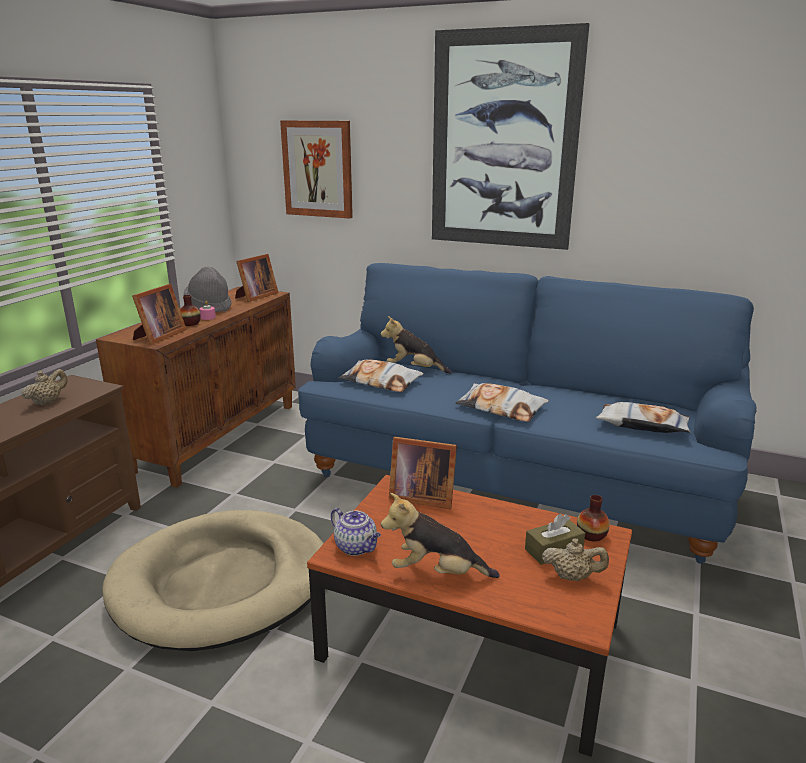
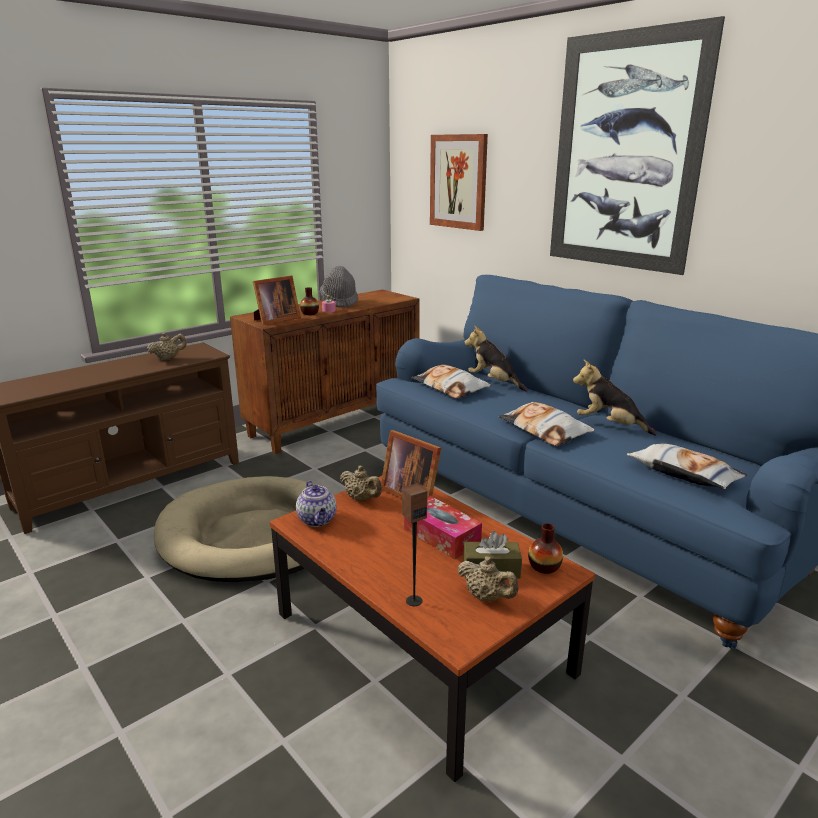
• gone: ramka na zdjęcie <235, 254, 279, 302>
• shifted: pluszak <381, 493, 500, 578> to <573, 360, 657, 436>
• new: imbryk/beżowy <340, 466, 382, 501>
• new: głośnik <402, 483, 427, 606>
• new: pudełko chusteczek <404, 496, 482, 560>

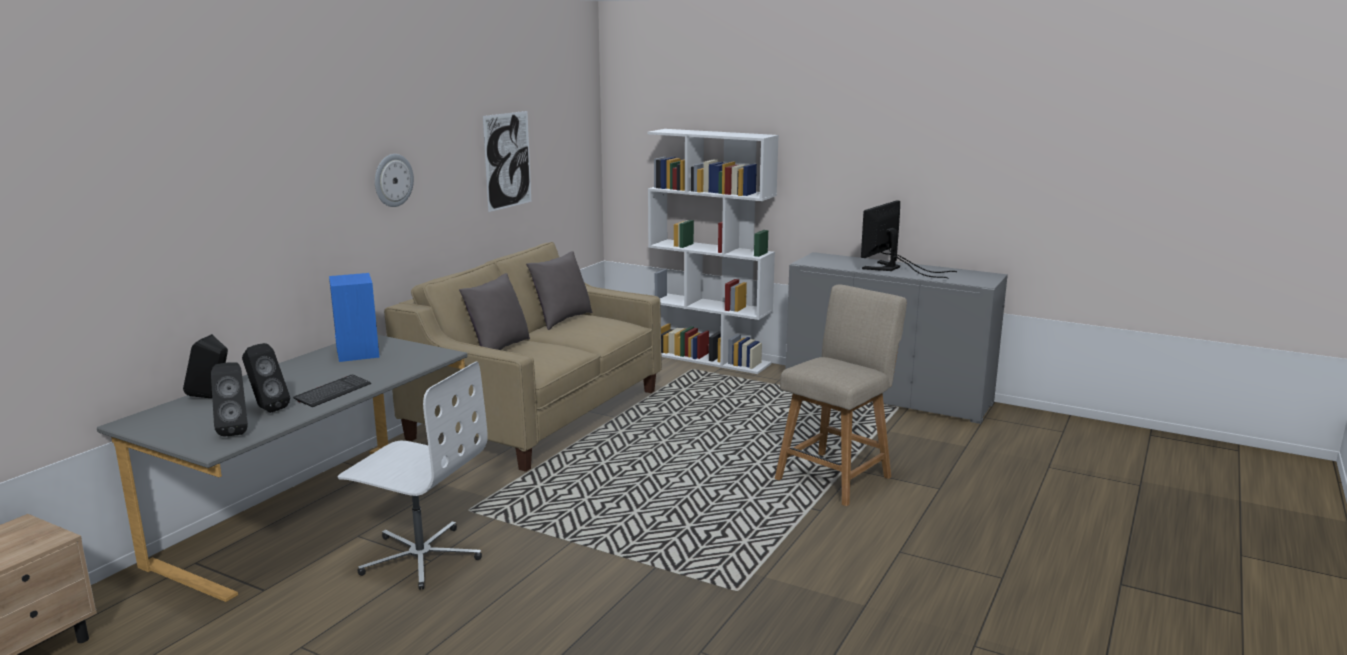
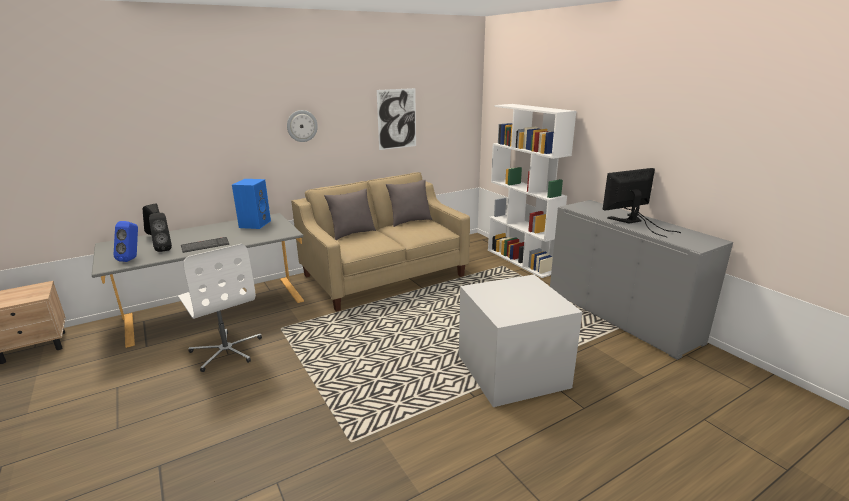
• swapped: krzesło/beżowy <775, 284, 907, 506> to pojemnik do przechowywania/szary <459, 275, 582, 407>
• repainted: głośnik/czarny <211, 362, 248, 437> to głośnik/niebieski <113, 221, 138, 262>

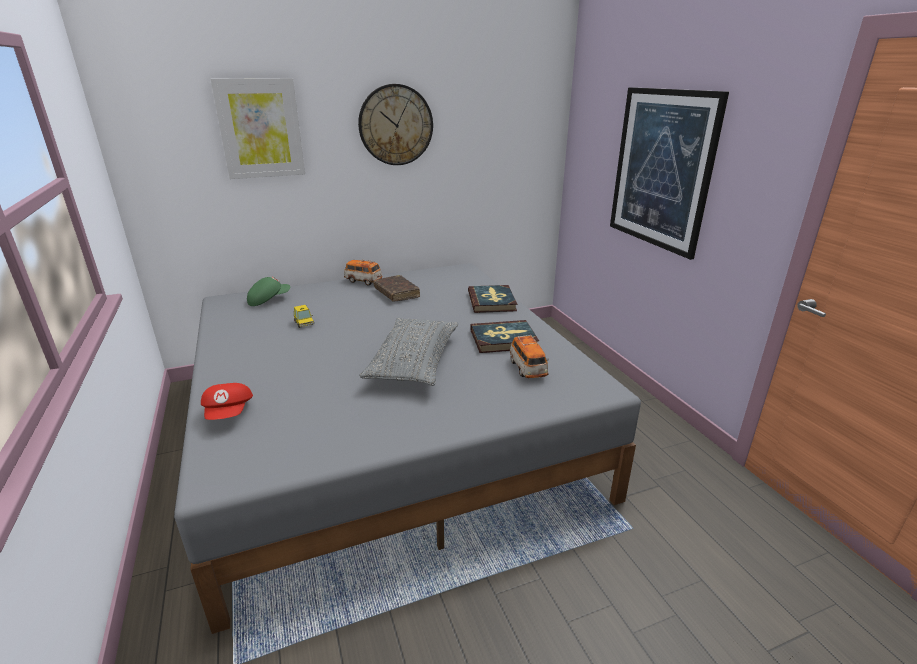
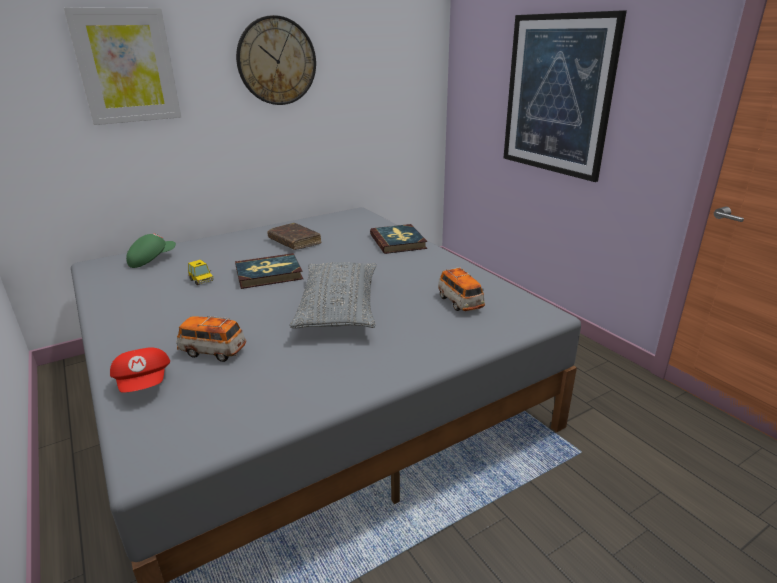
• shifted: samochodzik <344, 260, 383, 286> to <176, 316, 246, 362>
• shifted: książka <471, 320, 539, 353> to <235, 253, 303, 289>

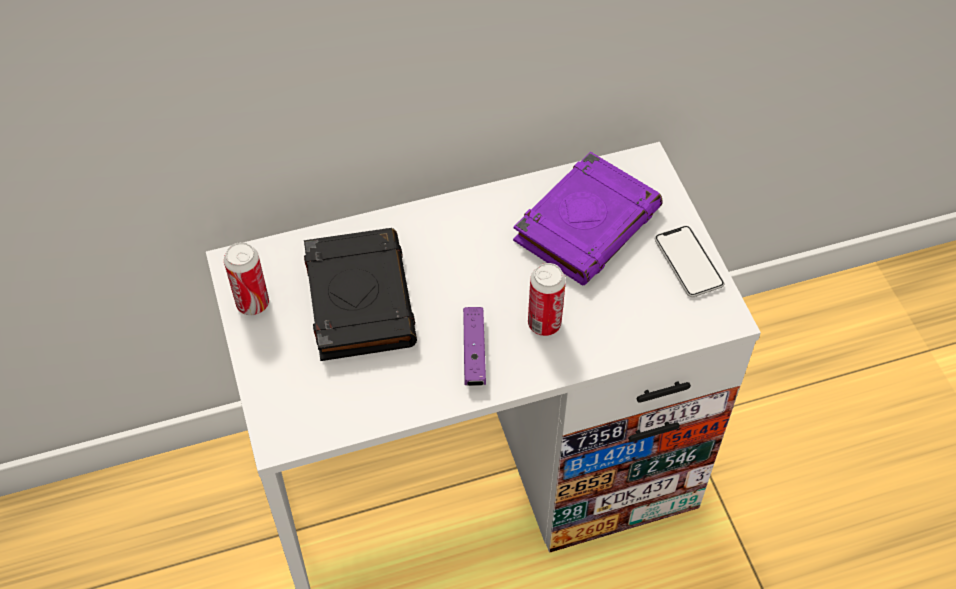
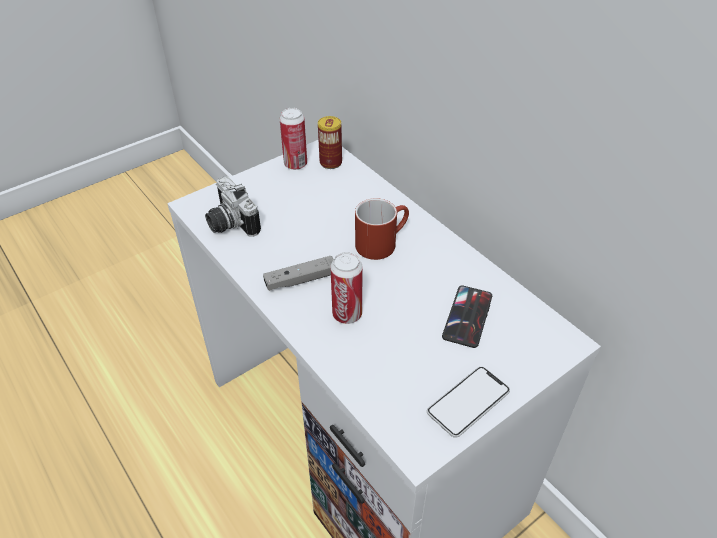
• swapped: książka/fioletowy <513, 152, 663, 285> to telefon <442, 286, 492, 348>
• gone: książka/czarny <304, 228, 417, 361>
• repainted: pad do gier/fioletowy <463, 307, 486, 386> to pad do gier/szary <263, 256, 334, 291>
• new: puszka <318, 116, 342, 169>
• new: aparat fotograficzny <205, 176, 261, 237>
• new: kubek/czerwony <355, 198, 409, 260>

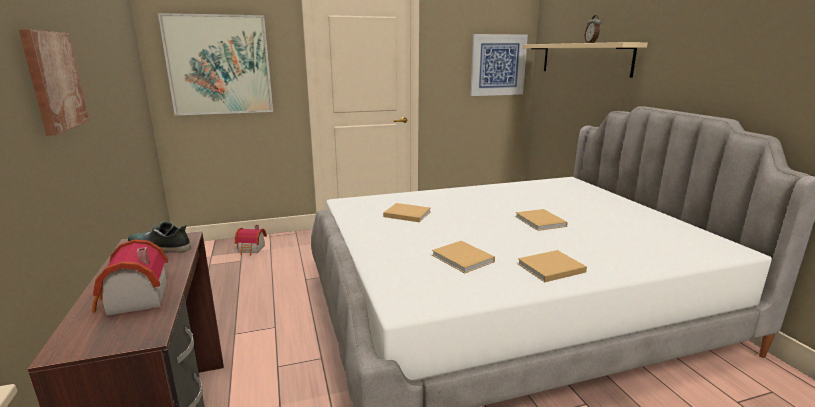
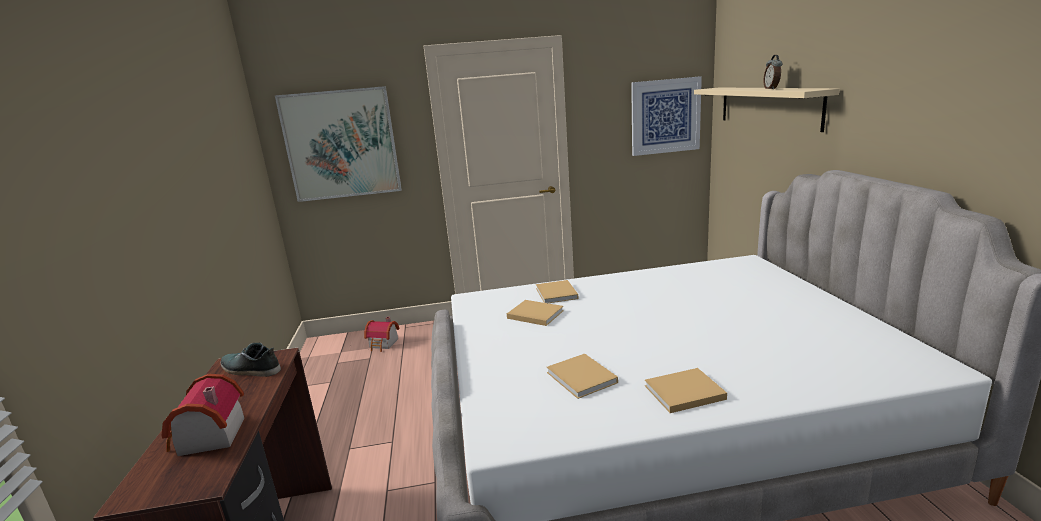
• gone: obraz <18, 29, 89, 136>
• shifted: książka/beżowy <515, 209, 568, 231> to <536, 280, 579, 303>

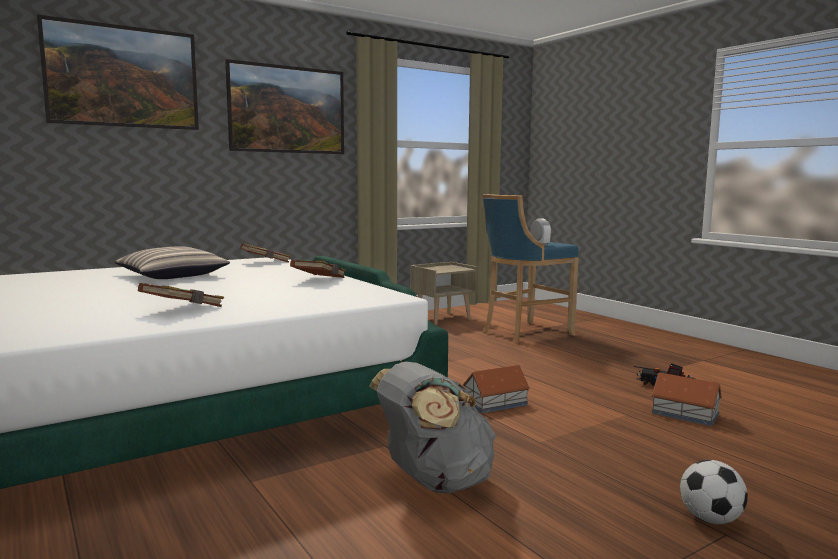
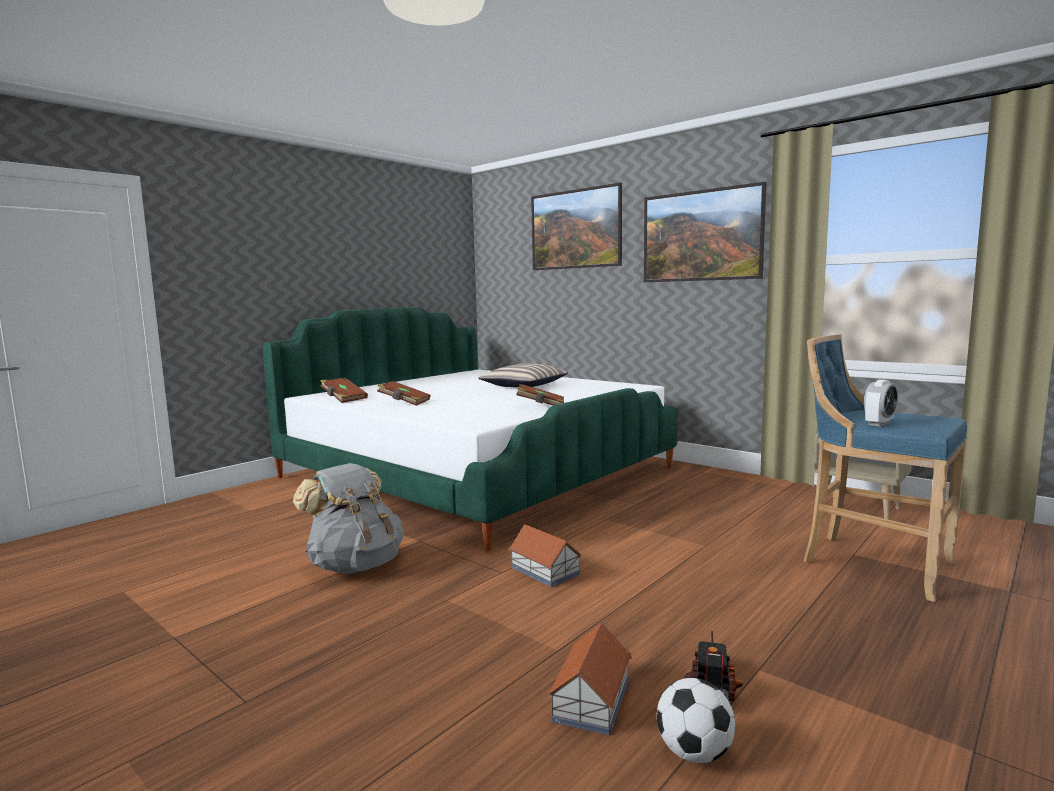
• shifted: książka/brązowy <240, 243, 291, 263> to <321, 378, 368, 403>
• shifted: piłka futbolowa <680, 460, 748, 524> to <657, 678, 735, 763>

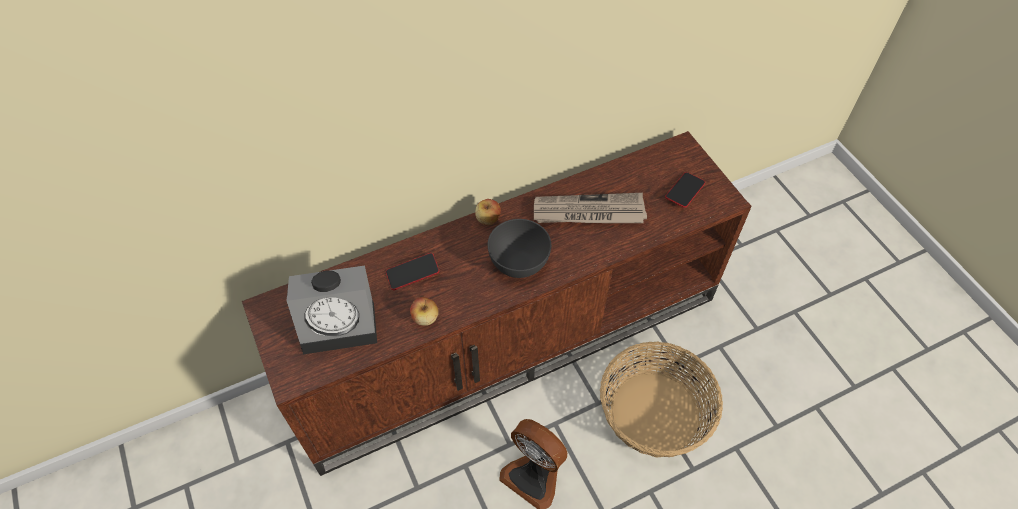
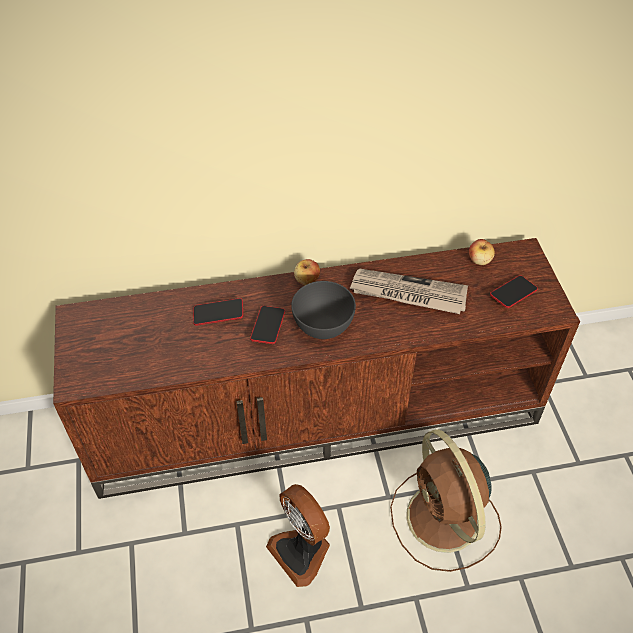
• gone: budzik <287, 266, 377, 354>
• shifted: jabłko <410, 297, 439, 326> to <469, 239, 495, 265>
• swapped: koszyk <600, 342, 723, 458> to wentylator/brązowy <390, 430, 502, 572>
• new: telefon <250, 306, 285, 344>

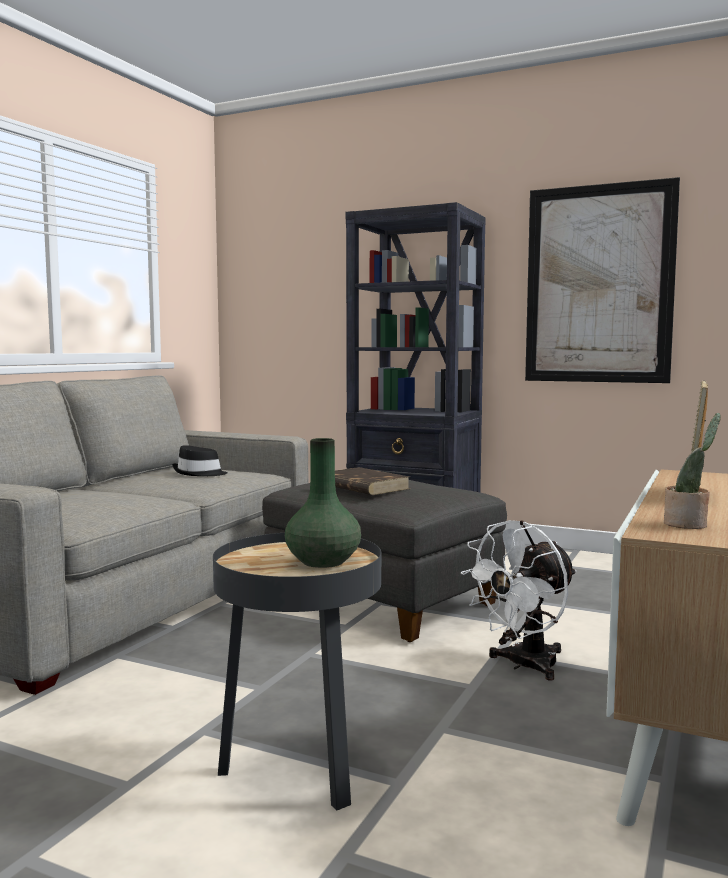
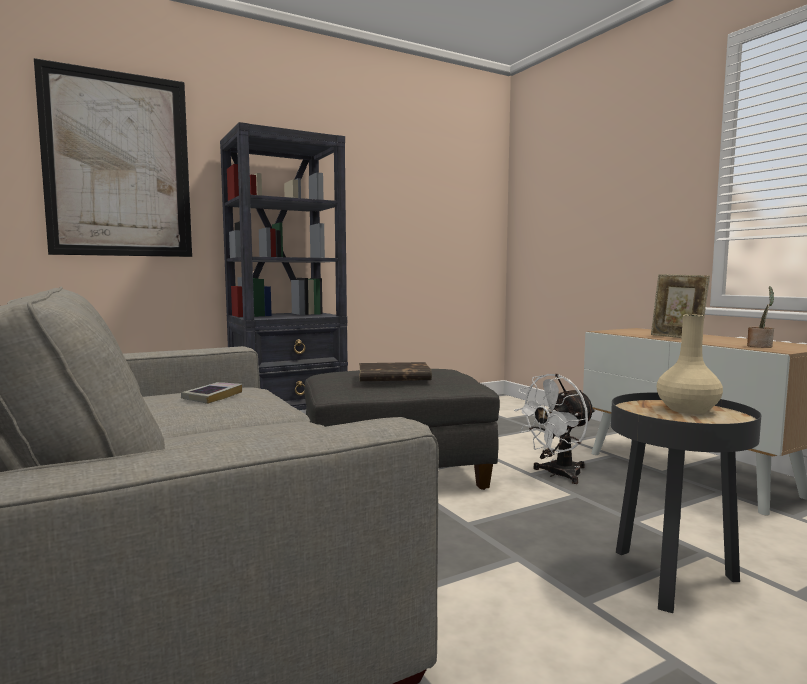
• shifted: obraz <525, 177, 680, 383> to <34, 58, 192, 257>
• repainted: wazon/zielony <285, 438, 361, 568> to wazon/beżowy <656, 314, 723, 414>
• swapped: kapelusz/czarny <172, 445, 228, 476> to książka <181, 382, 242, 404>
• rotated: wentylator/biały <461, 520, 577, 681> = <514, 374, 595, 484> 60 degrees clockwise

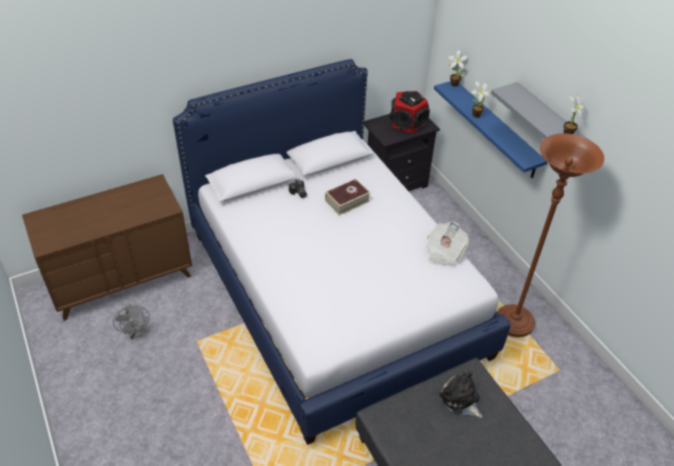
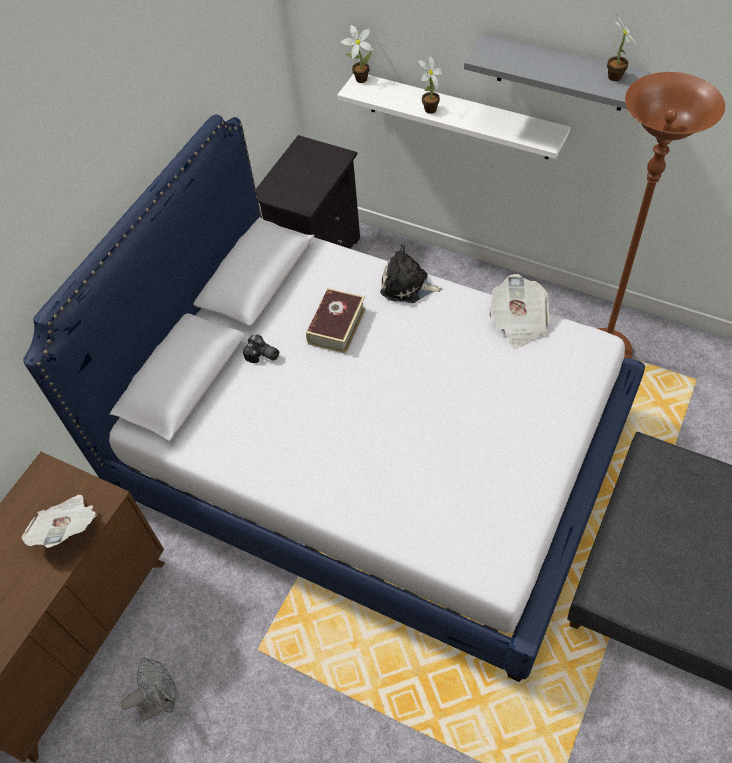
• repainted: półka/niebieski <434, 81, 547, 178> to półka/biały <337, 74, 571, 159>
• gone: głośnik <390, 91, 430, 134>
• rotated: wentylator/szary <113, 304, 150, 339> = <121, 658, 177, 721> 60 degrees counterclockwise
• shifted: pluszak <439, 371, 483, 418> to <380, 244, 443, 303>
• new: gazeta <21, 495, 97, 548>

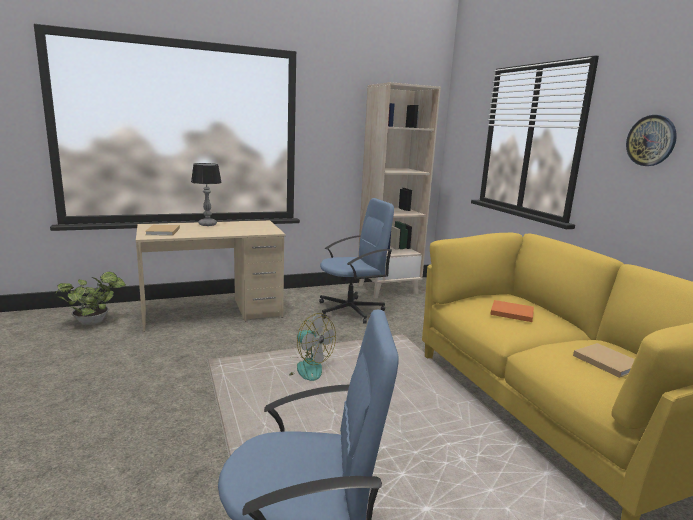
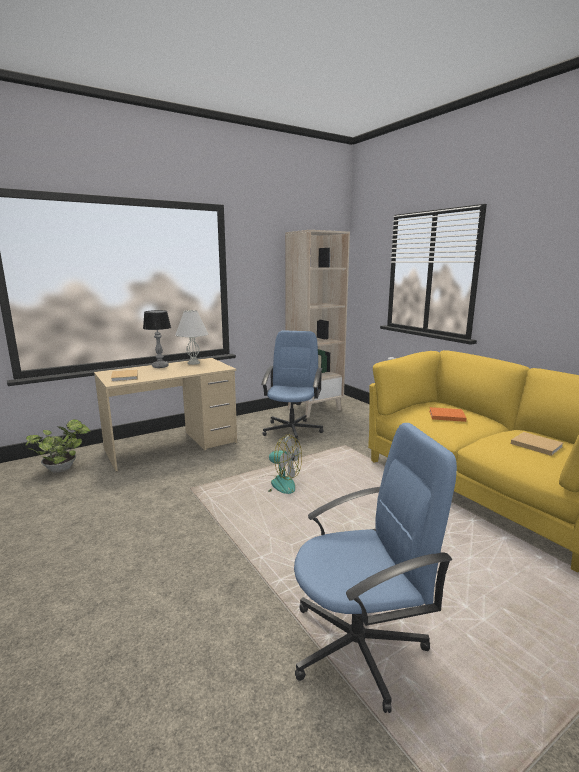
• gone: zegar ścienny <626, 115, 677, 166>
• rotated: krzesło biurowe/niebieski <319, 198, 394, 324> = <261, 331, 323, 443> 45 degrees counterclockwise
• new: lampa stołowa/biały <175, 310, 209, 365>

